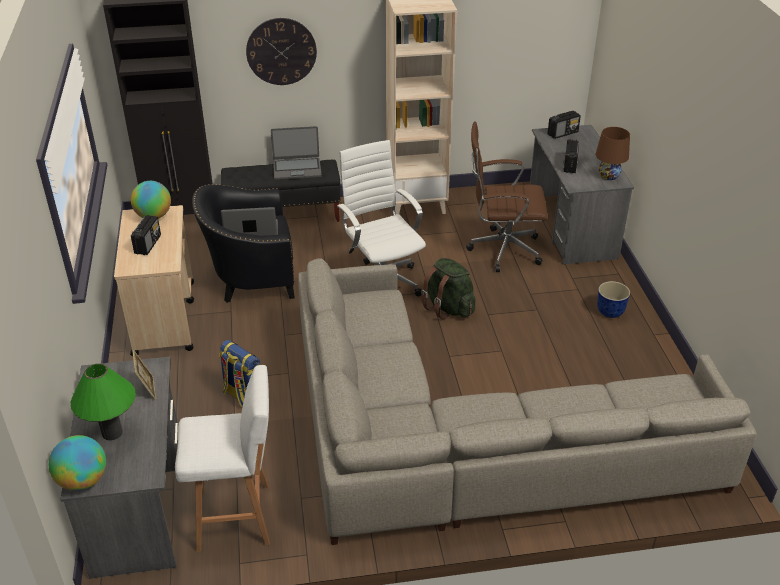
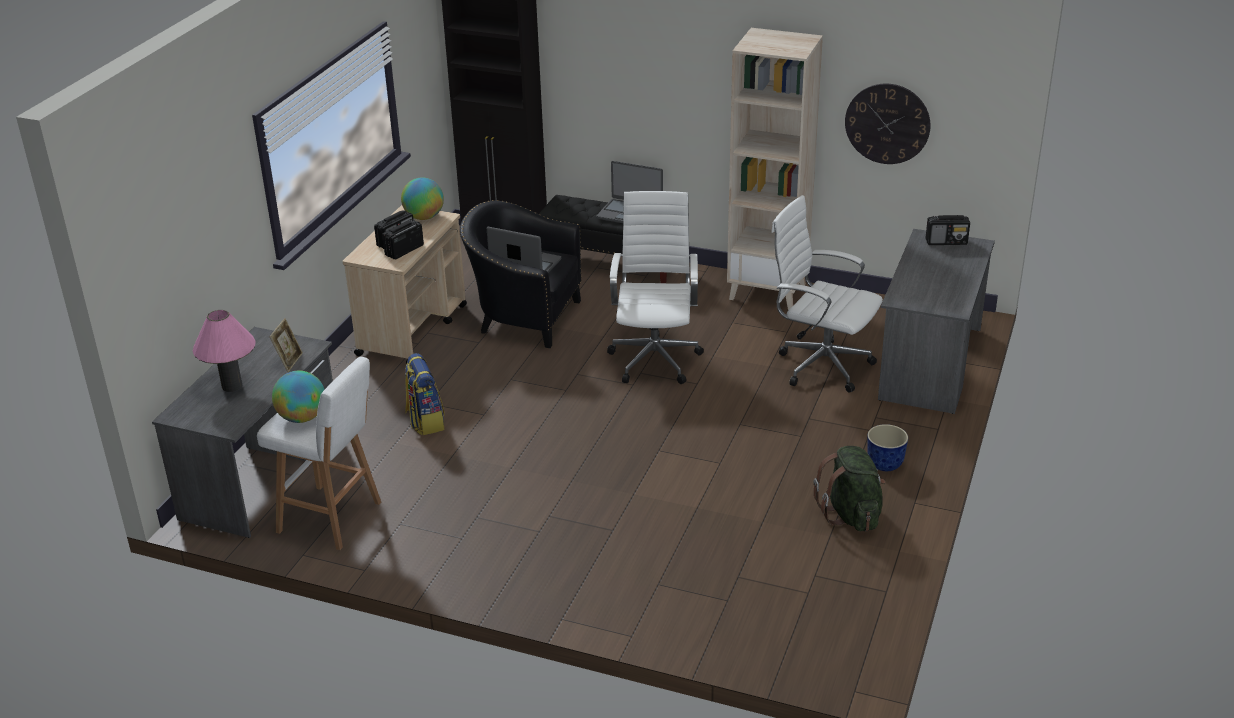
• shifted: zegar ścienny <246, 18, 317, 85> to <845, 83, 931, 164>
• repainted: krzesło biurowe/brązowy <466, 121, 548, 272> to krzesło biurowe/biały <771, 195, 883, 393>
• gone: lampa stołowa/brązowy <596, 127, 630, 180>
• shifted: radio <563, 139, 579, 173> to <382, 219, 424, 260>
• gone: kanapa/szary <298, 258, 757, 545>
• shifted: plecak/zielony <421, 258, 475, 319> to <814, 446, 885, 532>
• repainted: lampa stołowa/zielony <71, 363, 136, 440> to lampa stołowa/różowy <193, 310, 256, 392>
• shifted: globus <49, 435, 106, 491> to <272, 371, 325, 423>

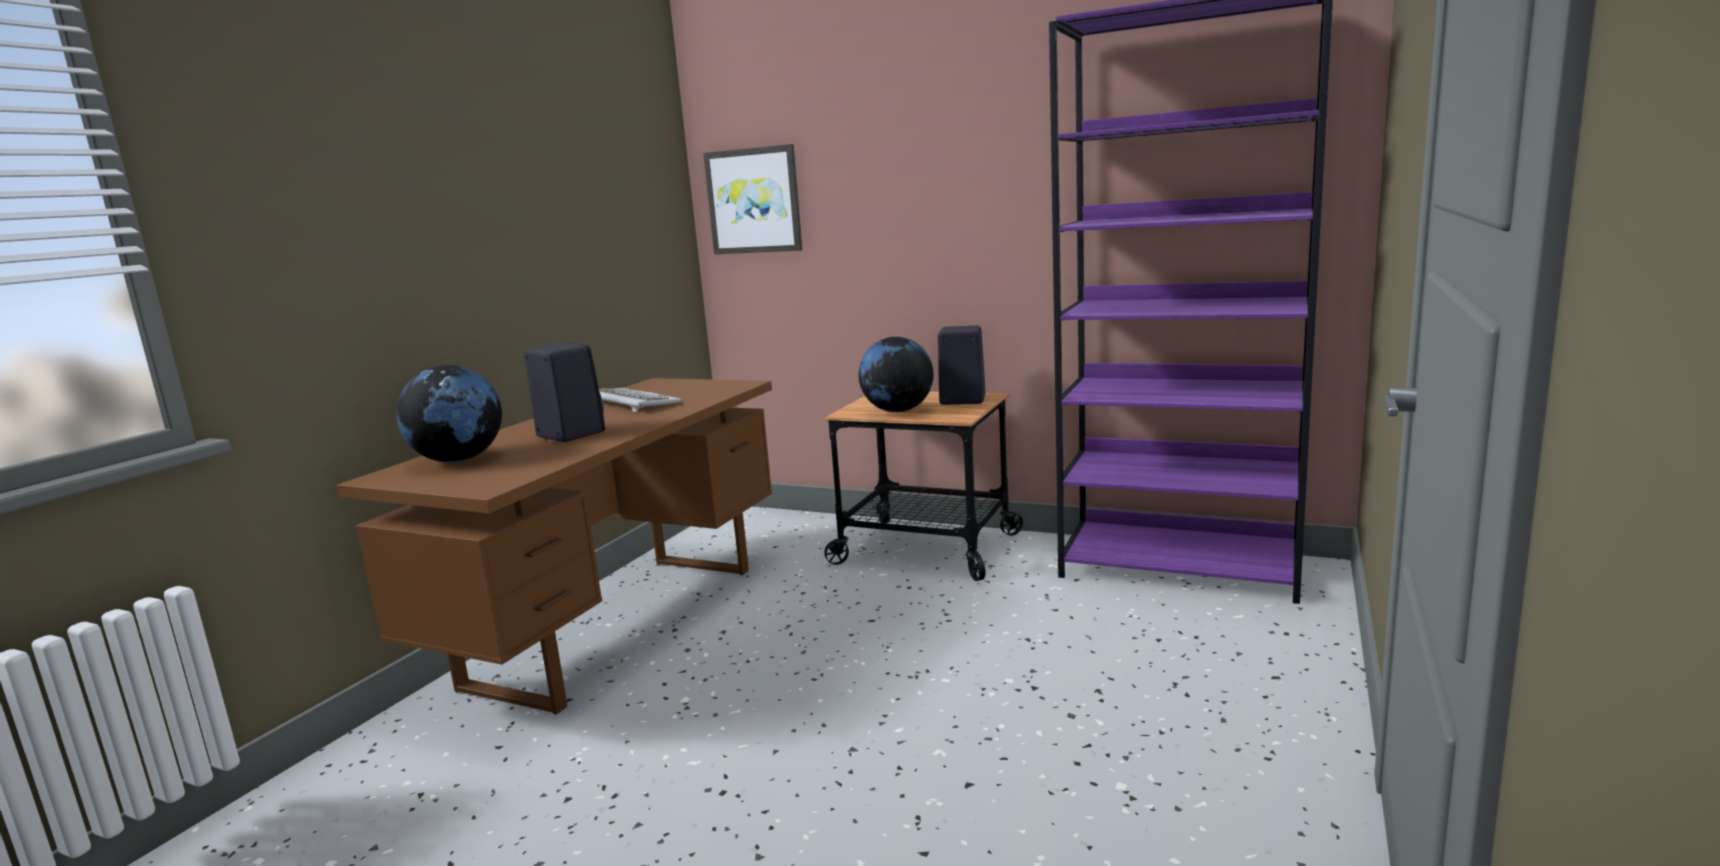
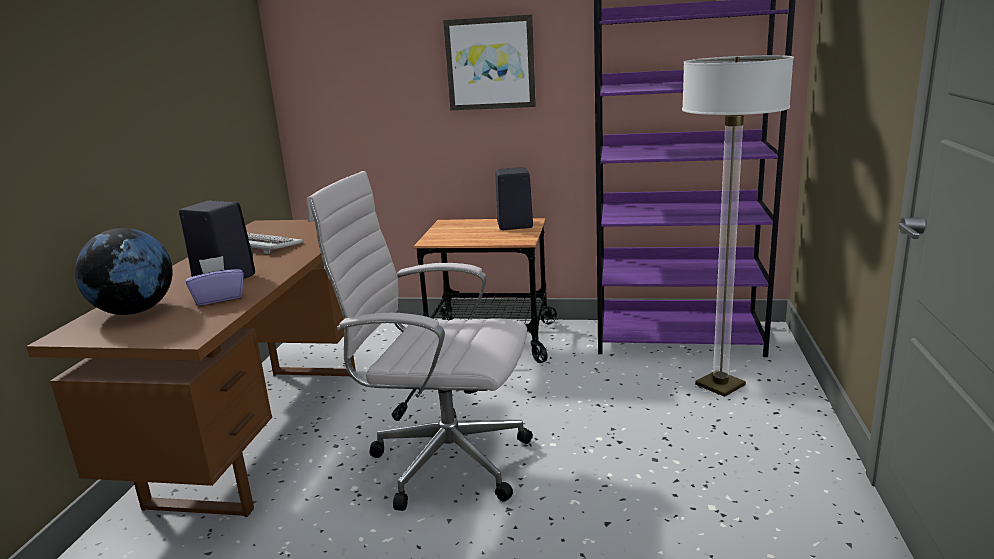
• shifted: obraz <703, 144, 803, 254> to <443, 14, 536, 110>
• gone: globus <859, 337, 933, 412>
• new: lampa stojąca <682, 55, 794, 397>
• new: krzesło biurowe/biały <307, 171, 533, 511>
• new: pudełko chusteczek/fioletowy <186, 256, 244, 306>

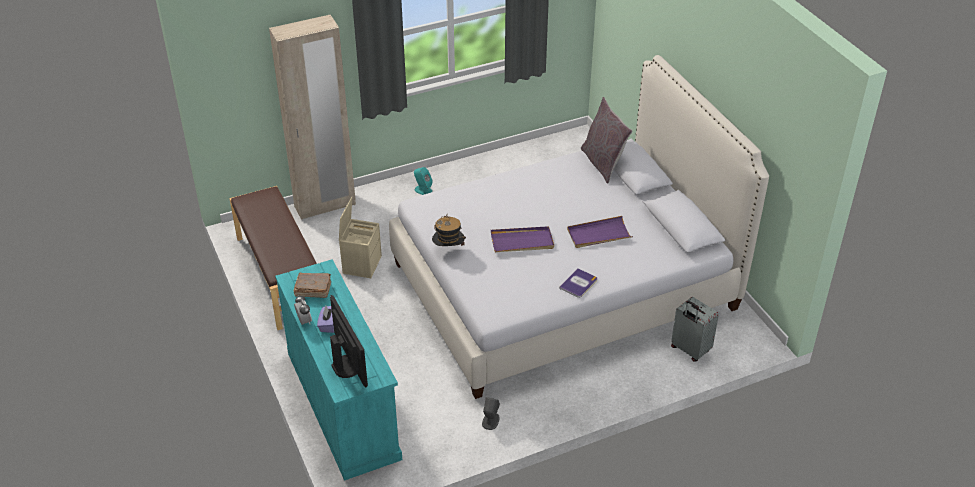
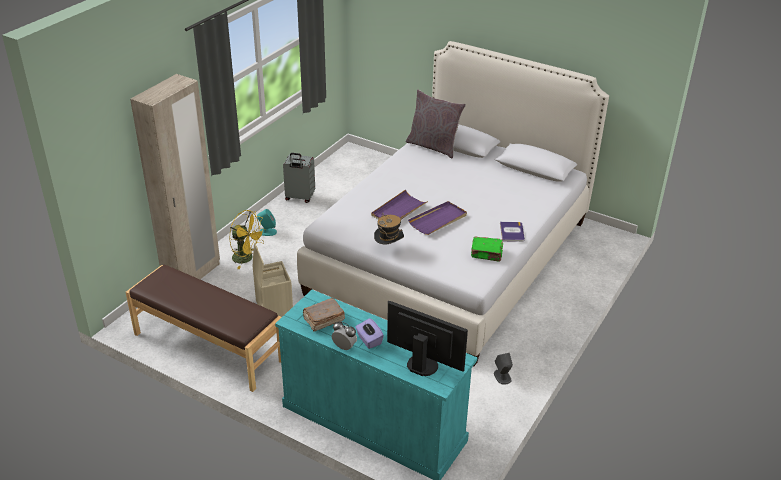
• shifted: taca/fioletowy <567, 216, 633, 248> to <371, 190, 428, 220>
• shifted: walizka/szary <671, 297, 719, 362> to <283, 153, 315, 203>
• new: wentylator/żółty <229, 210, 264, 269>
• new: książka/zielony <471, 237, 503, 262>

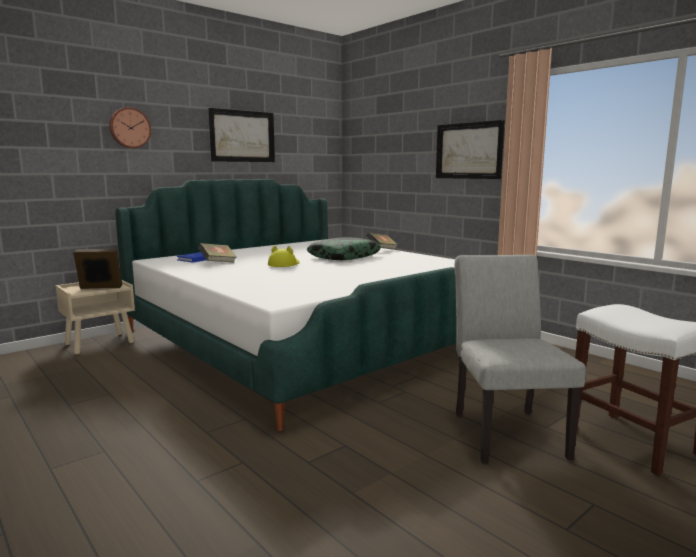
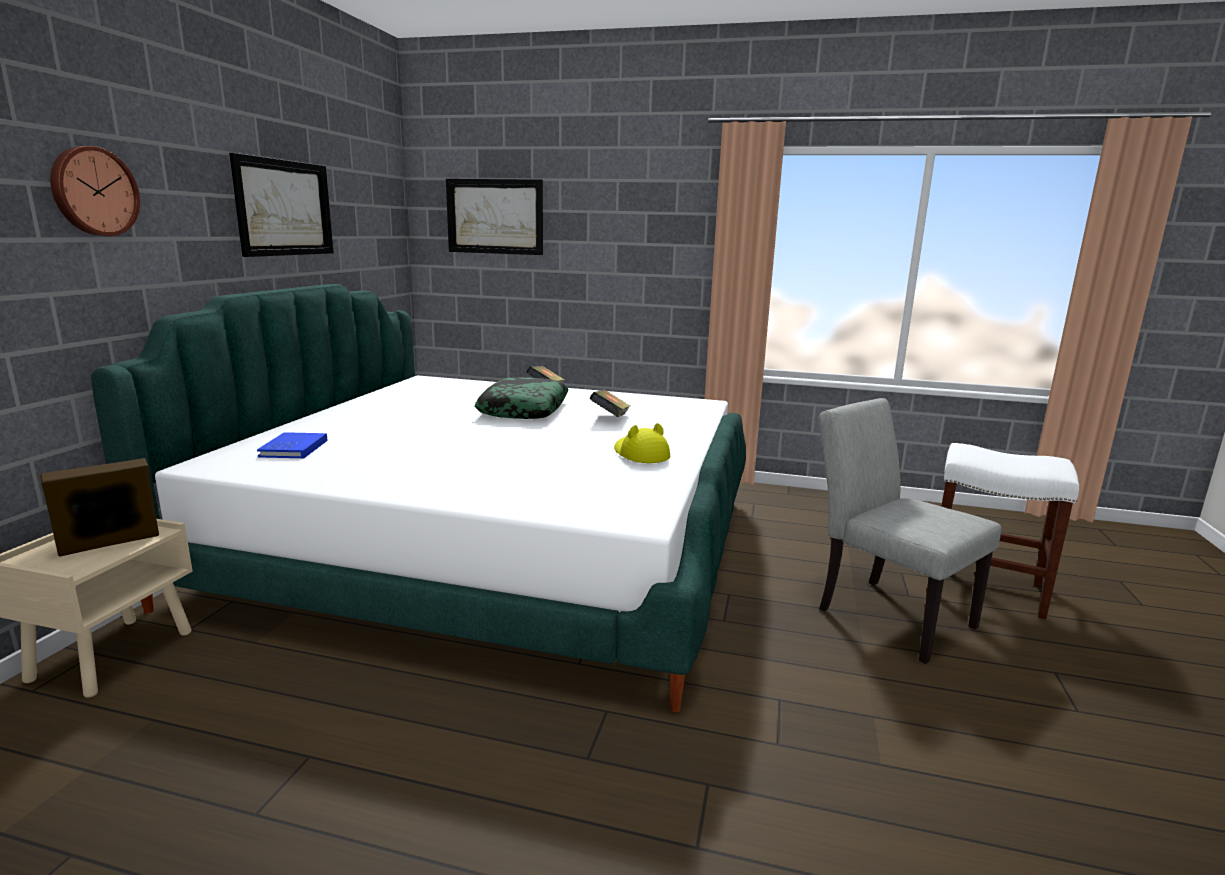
• shifted: obraz <436, 120, 504, 179> to <446, 179, 543, 255>
• shifted: książka <198, 243, 237, 263> to <589, 390, 631, 417>
• shifted: kapelusz/żółty <268, 246, 300, 267> to <614, 423, 670, 463>

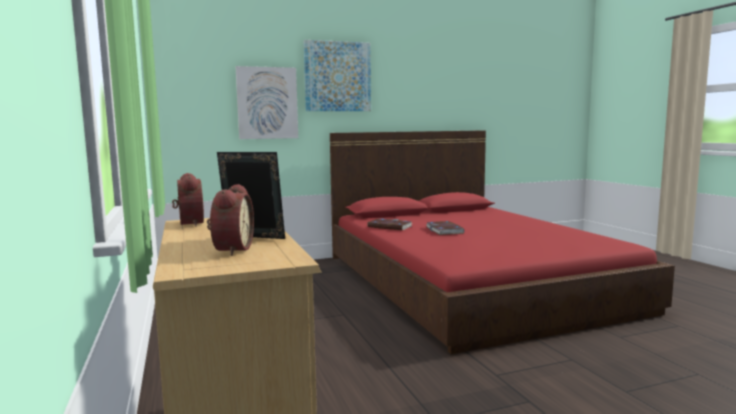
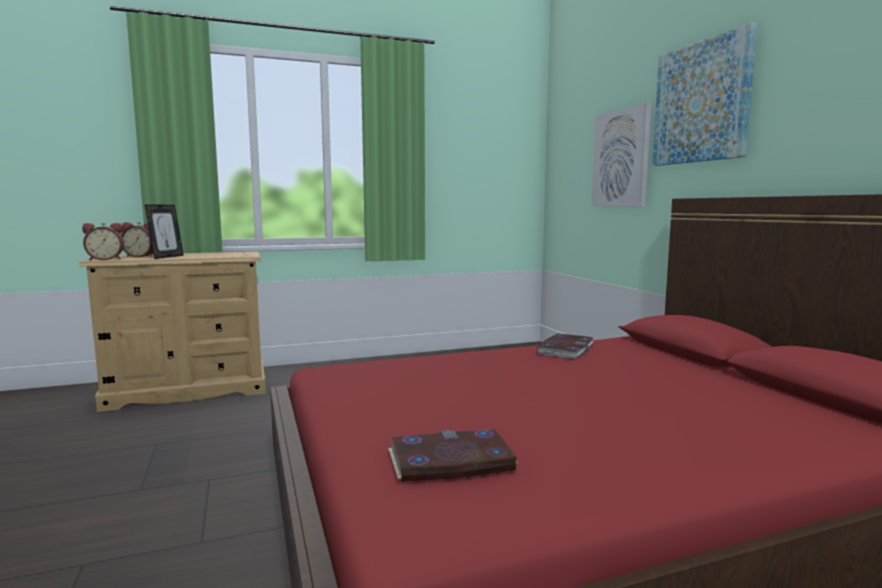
• shifted: budzik <172, 173, 204, 227> to <82, 223, 124, 260>
• shifted: książka <427, 221, 464, 235> to <388, 429, 518, 482>

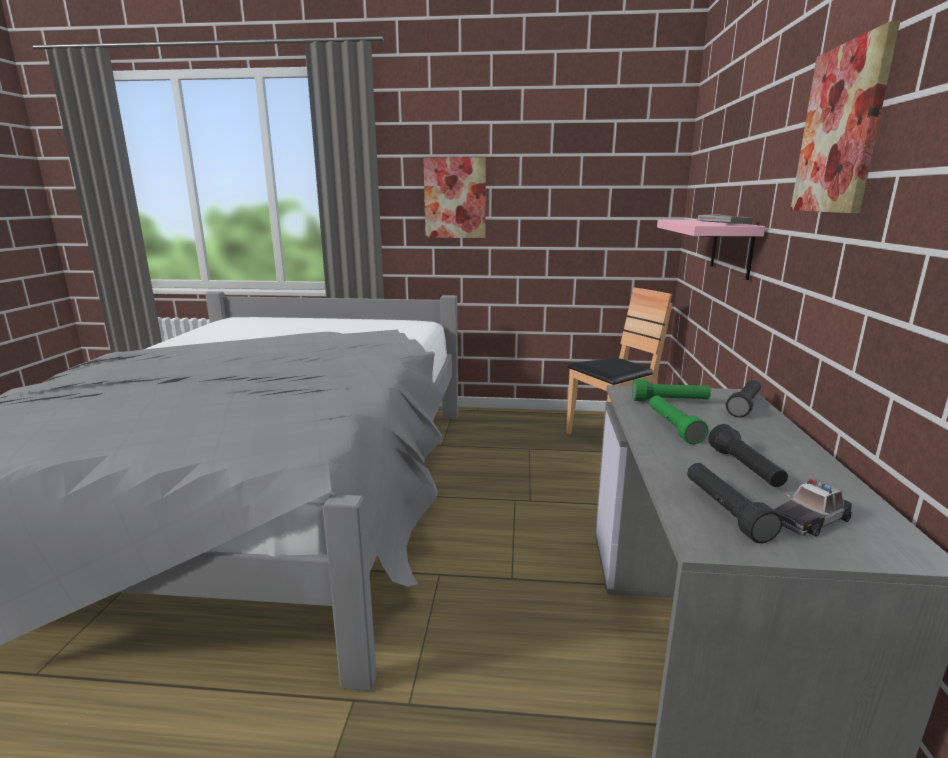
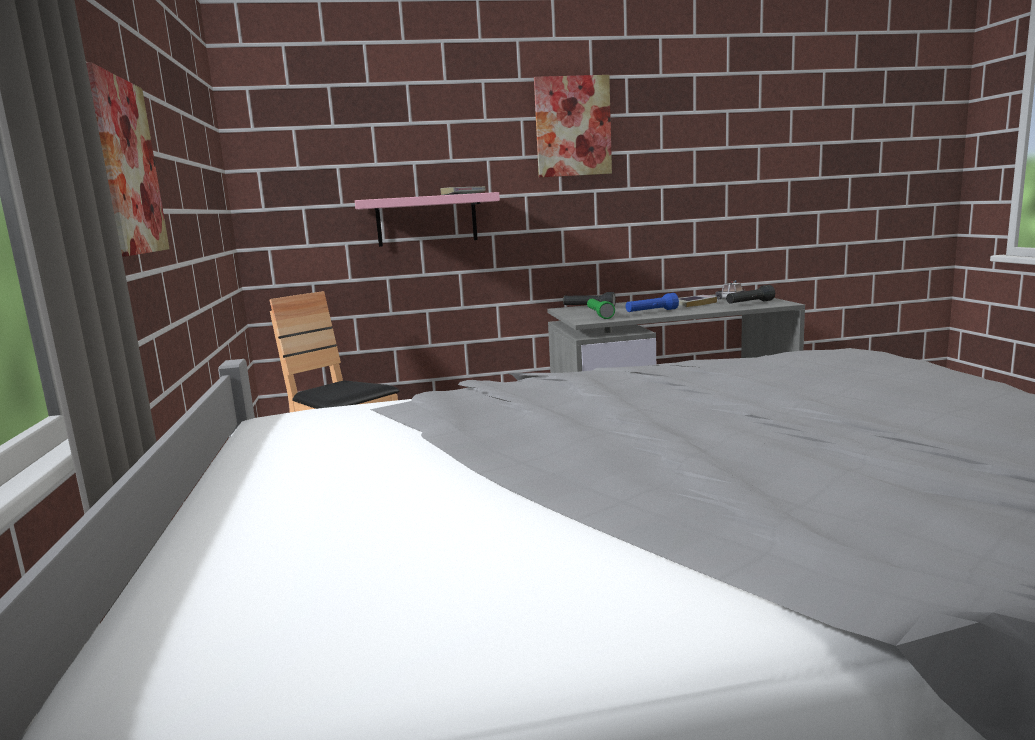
• repainted: latarka/zielony <649, 395, 708, 444> to latarka/niebieski <626, 293, 679, 312>
• swapped: latarka/czarny <708, 424, 788, 487> to książka <678, 295, 717, 307>

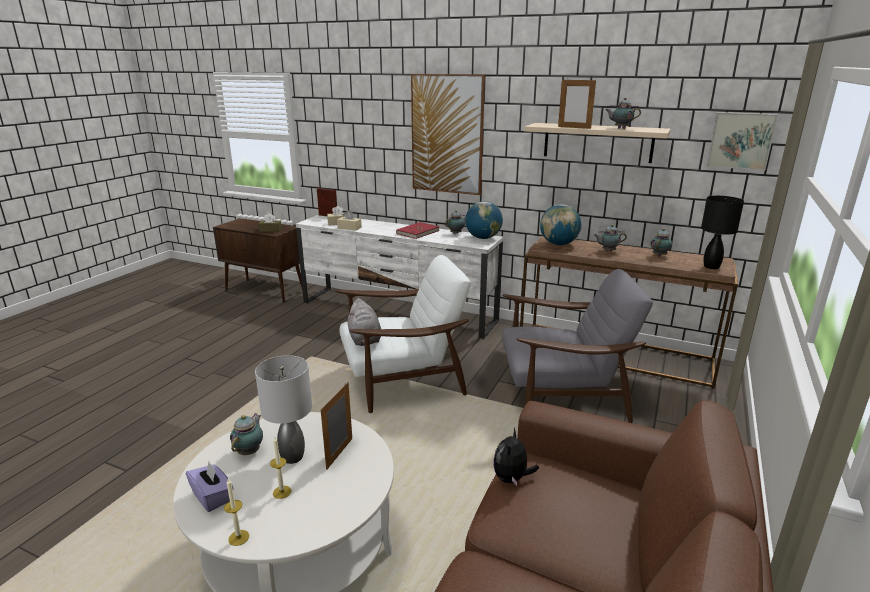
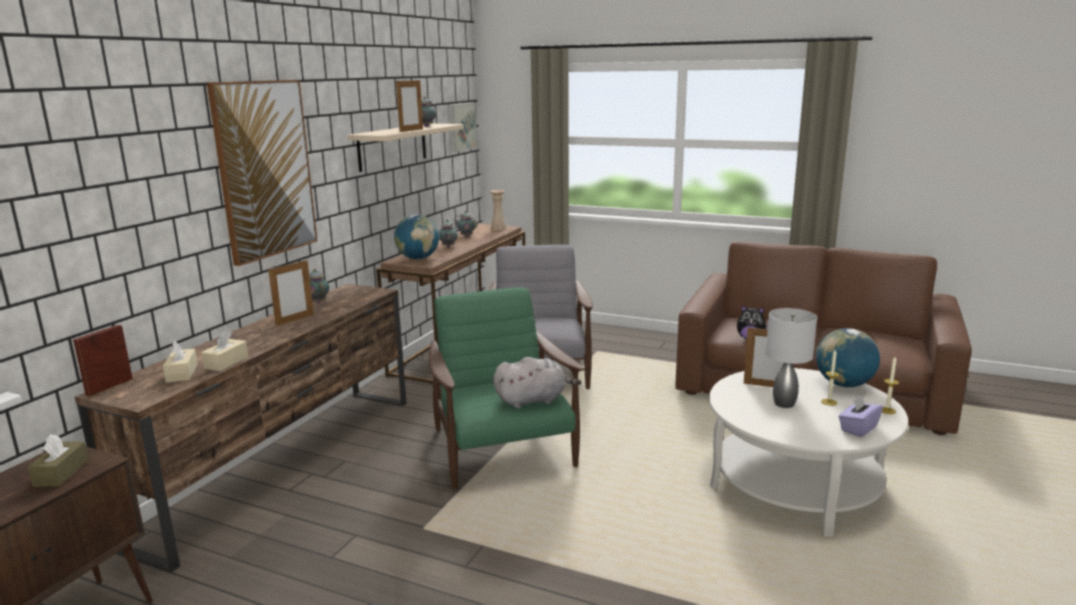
• swapped: lampa stołowa/czarny <701, 196, 744, 269> to wazon/beżowy <490, 190, 507, 231>
• shifted: globus <465, 201, 503, 239> to <816, 328, 880, 387>
• repainted: szafka pod telewizor/biały <296, 215, 503, 339> to szafka pod telewizor/brązowy <75, 284, 407, 572>
• swapped: książka/czerwony <396, 222, 439, 239> to ramka na zdjęcie <268, 260, 314, 326>
• repainted: fotel/biały <335, 255, 471, 413> to fotel/zielony <429, 287, 584, 489>
• gone: imbryk <230, 414, 263, 455>

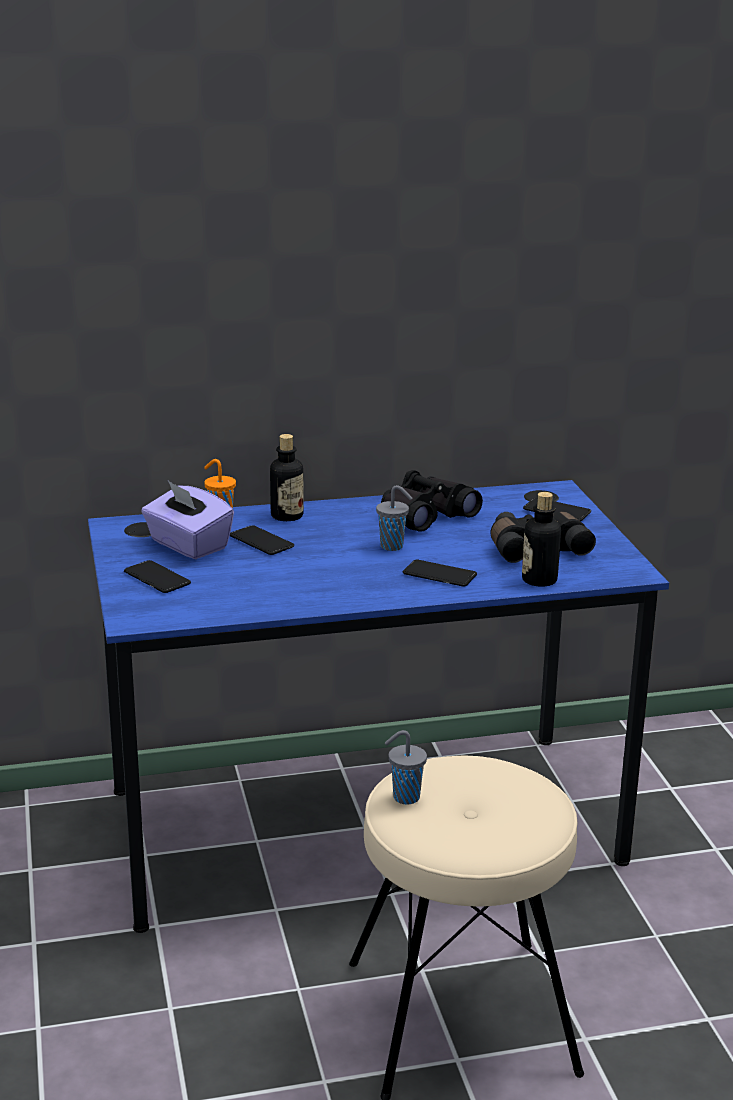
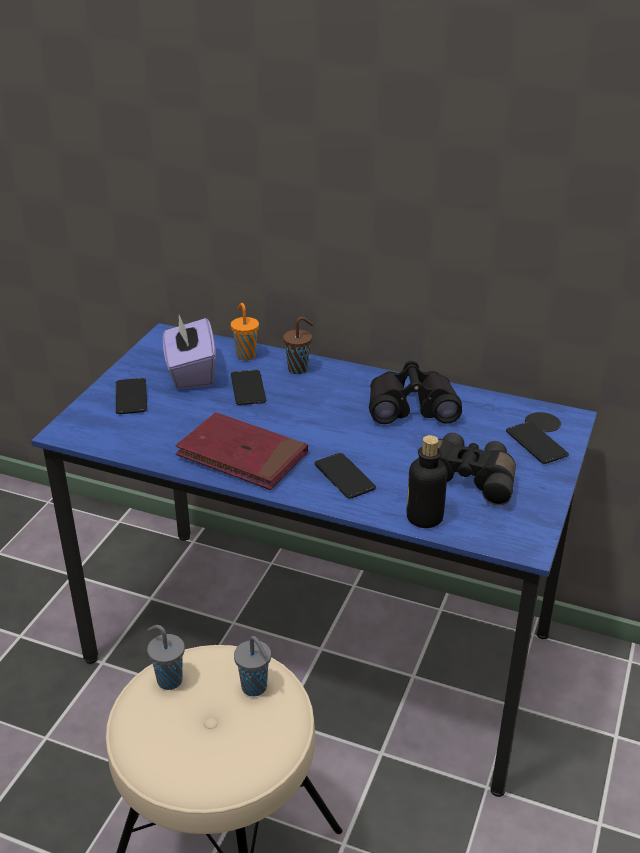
• swapped: butelka <270, 434, 304, 521> to filiżanka/brązowy <283, 317, 313, 374>
• shifted: filiżanka/szary <376, 485, 412, 551> to <234, 636, 271, 696>
• new: książka/czerwony <175, 412, 308, 490>

